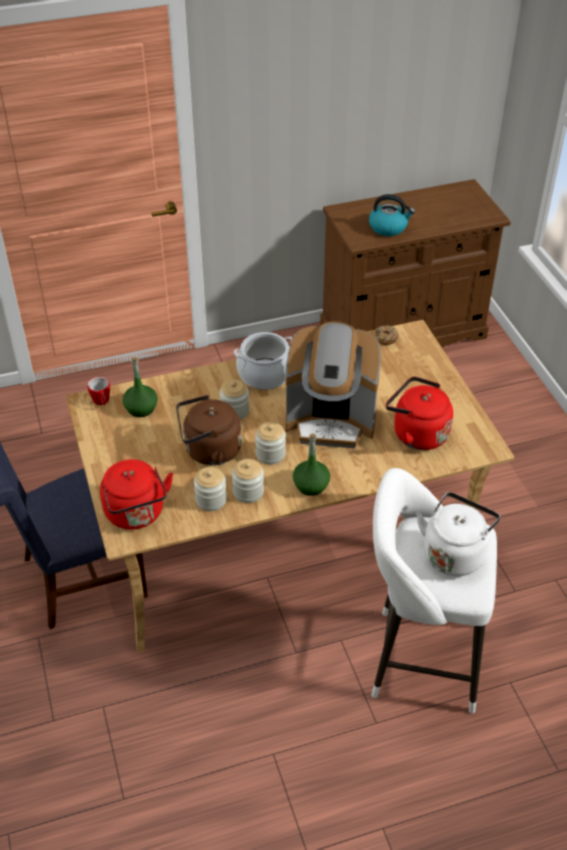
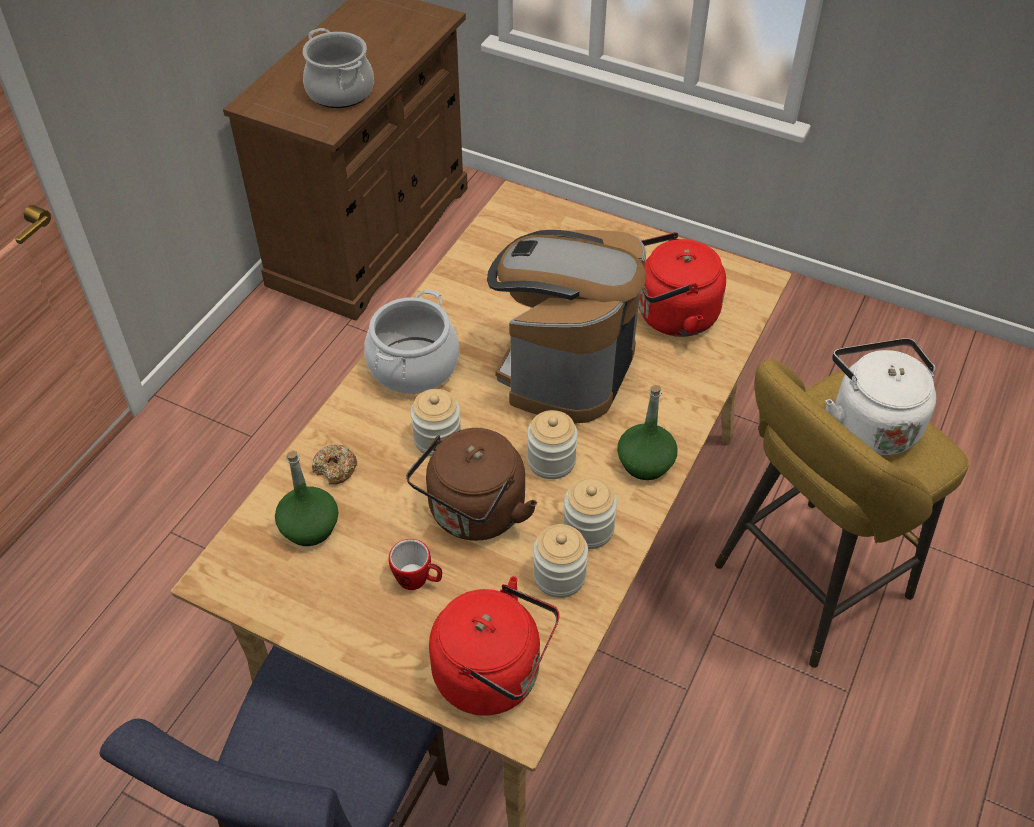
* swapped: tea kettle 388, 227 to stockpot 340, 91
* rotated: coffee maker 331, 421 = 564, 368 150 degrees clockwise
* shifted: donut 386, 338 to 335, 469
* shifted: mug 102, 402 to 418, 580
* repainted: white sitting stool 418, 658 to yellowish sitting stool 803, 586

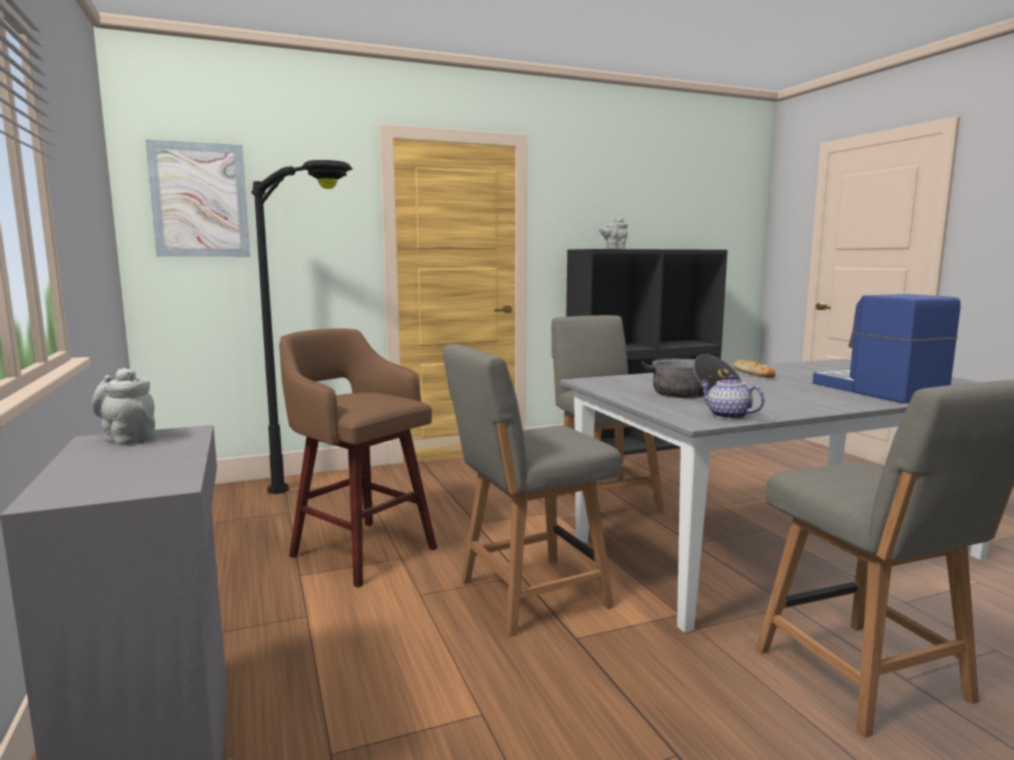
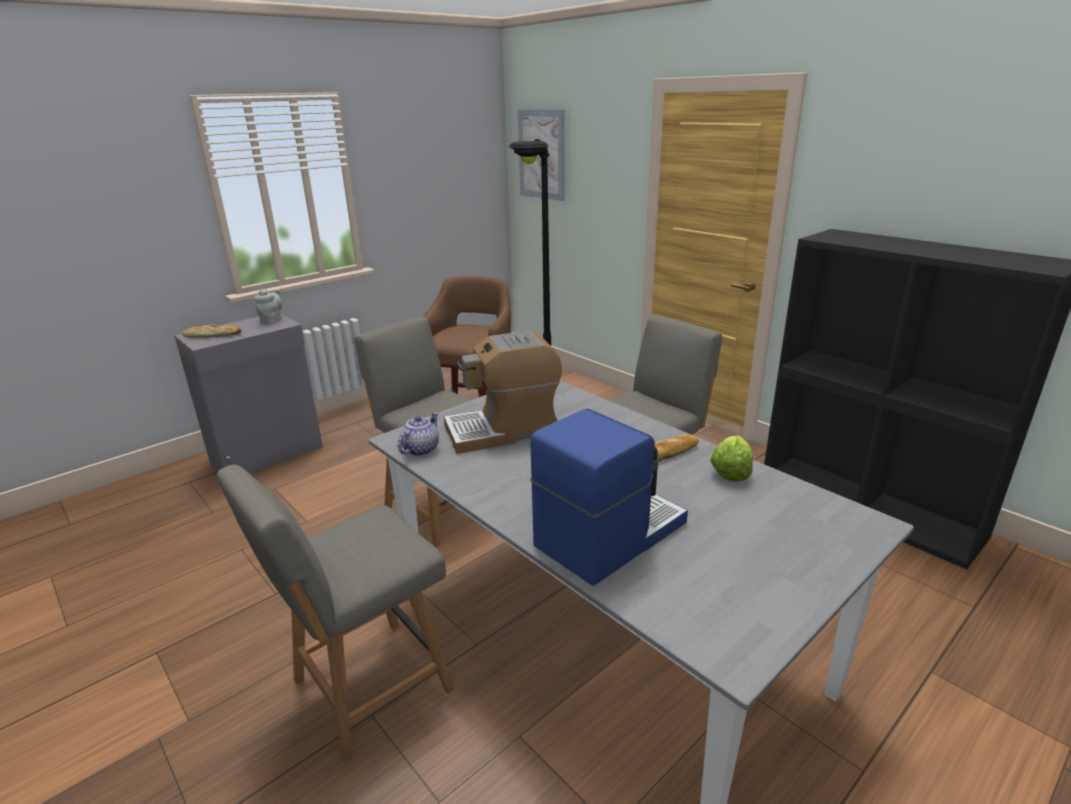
* gone: grey pot for tea 613, 248
* swapped: stockpot 693, 395 to coffee maker 504, 430
* new: bread 212, 335
* new: head of lettuce 730, 471

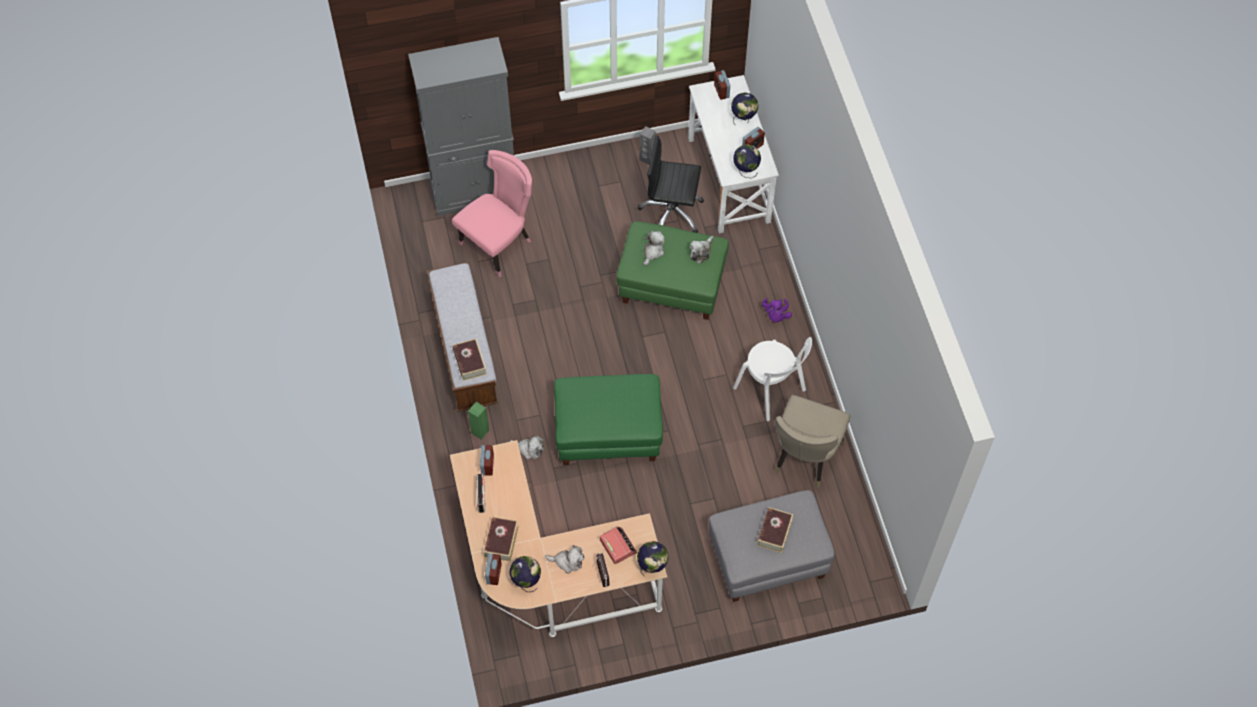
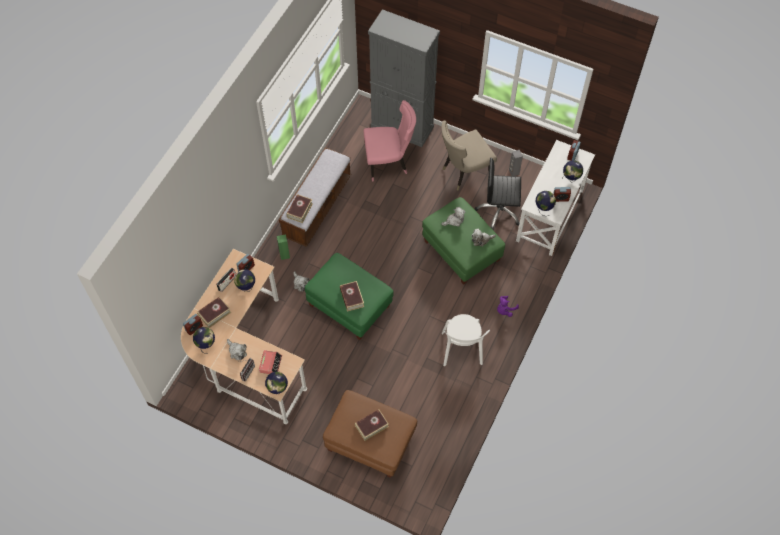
* rotated: black-coloured desk chair 671, 213 = 499, 211 45 degrees counterclockwise
* shifted: beige chair 804, 458 to 463, 173
* repainted: grey footrest 767, 558 to brown footrest 370, 442
* new: world globe 246, 287
* new: book 352, 298

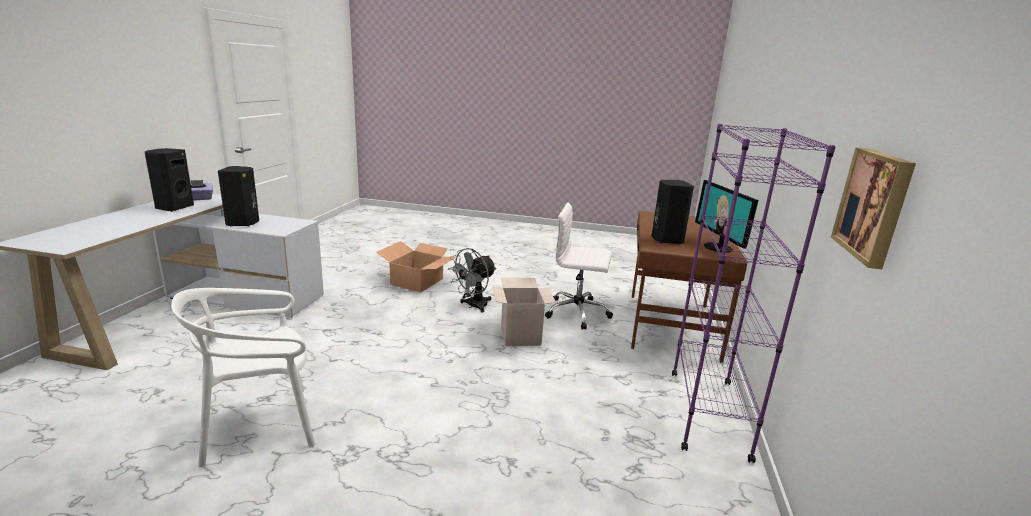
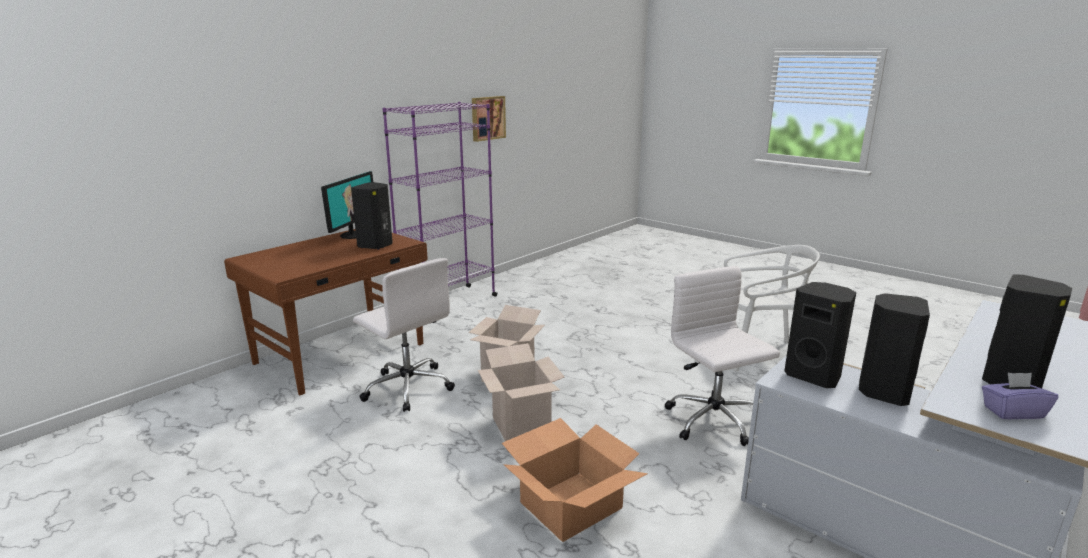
* swapped: grey fan 473, 306 to carton 521, 426
* new: white desk chair 715, 421
* new: black-coloured loudspeaker 814, 376

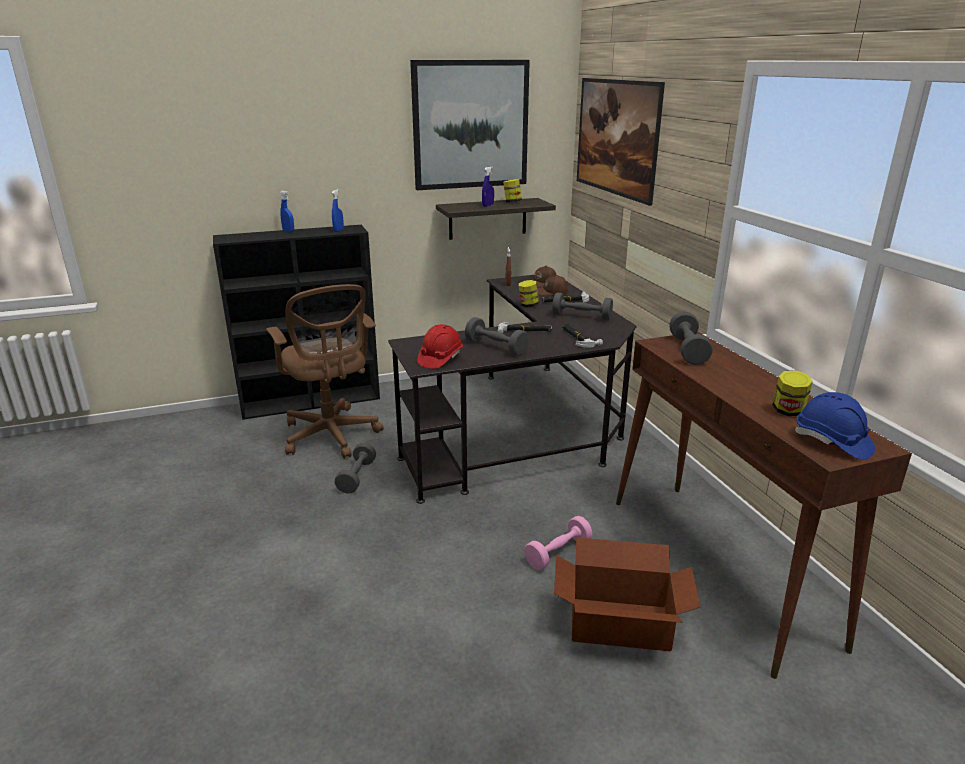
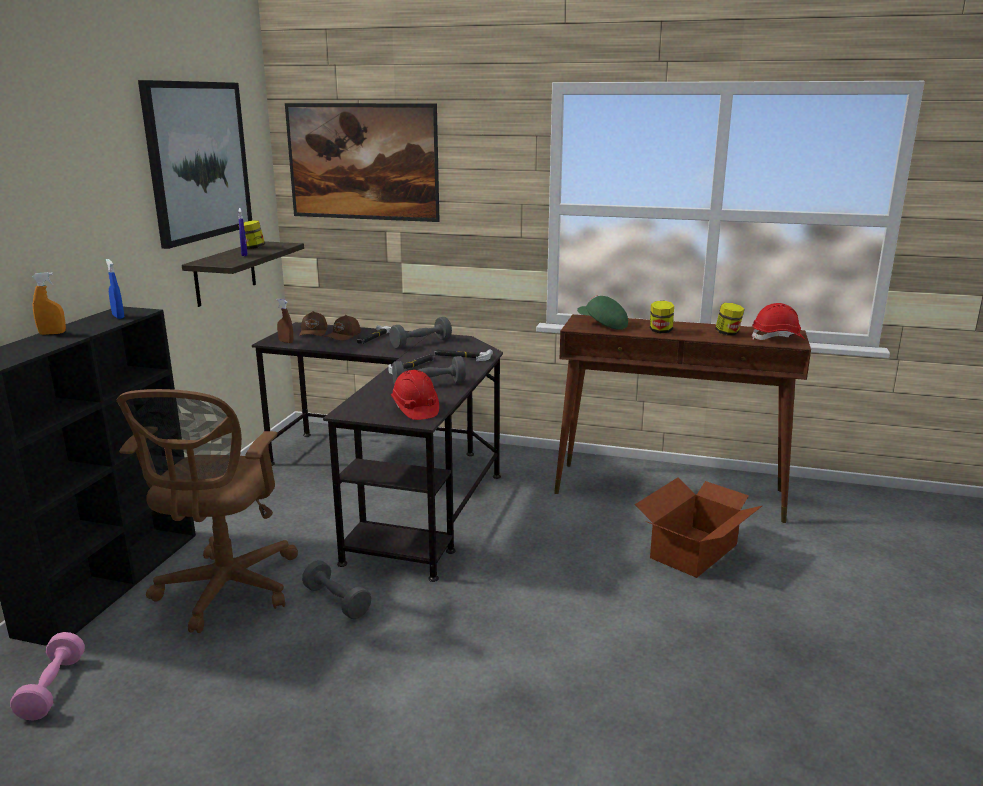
* repainted: bluish hand sprayer 288, 231 to orange hand sprayer 52, 333
* shifted: jar 528, 305 to 660, 331
* rotated: brown desk chair 331, 436 = 225, 592 90 degrees clockwise
* swapped: grey dumbbell 688, 350 to green peaked cap 602, 325
* repainted: bluish work helmet 832, 442 to reddish work helmet 777, 338
* shifted: pink-coloured dumbbell 558, 553 to 52, 688

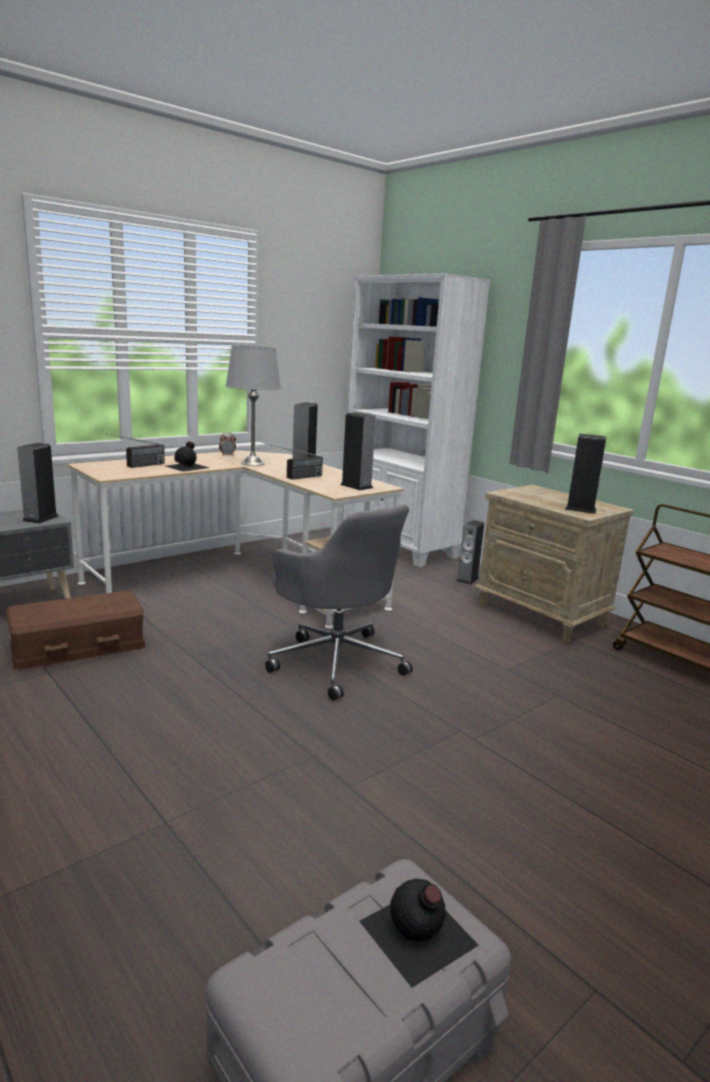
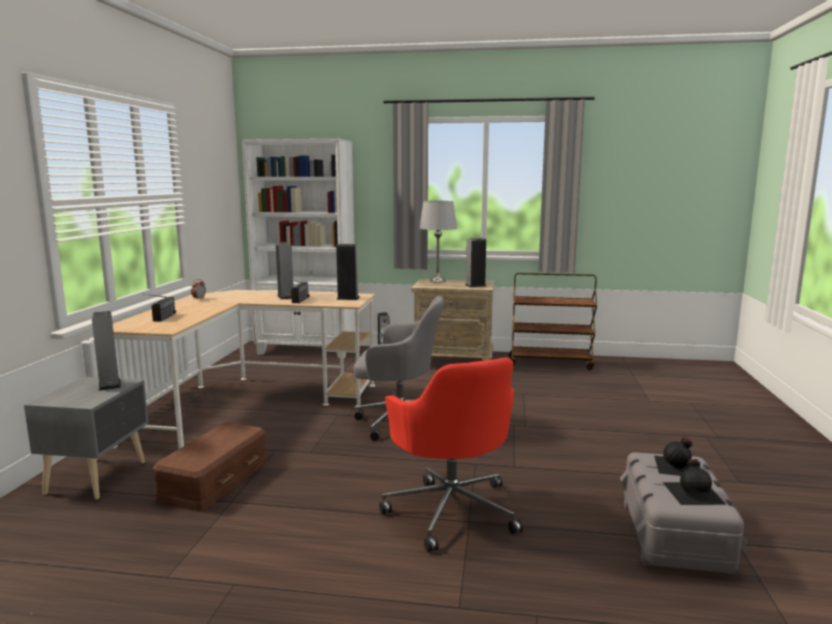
* shifted: grey lamp for a table 253, 463 to 438, 281
* shifted: black-coloured bottle 187, 466 to 693, 492
* new: reddish desk chair 451, 509

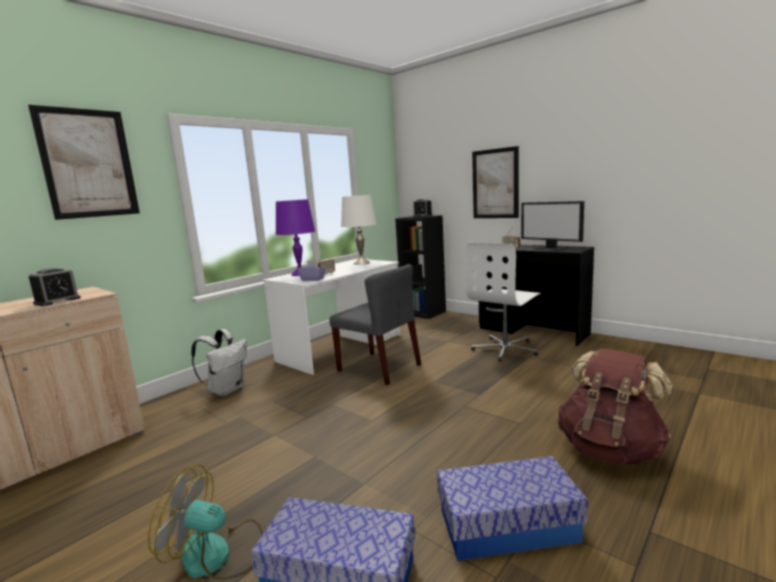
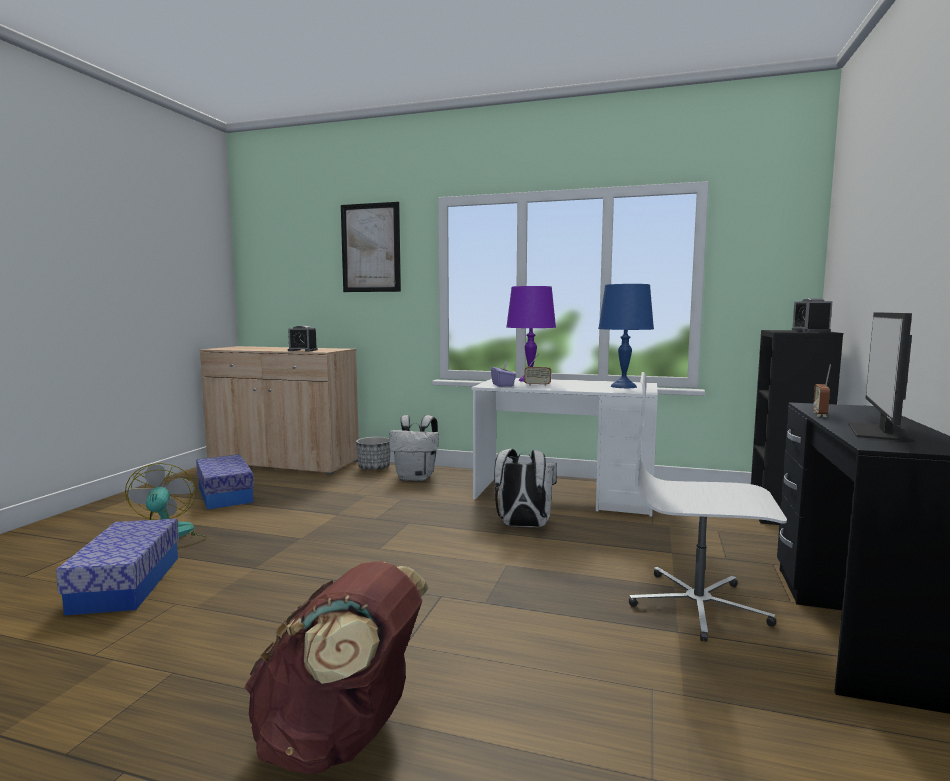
* gone: wall art 495, 184
* repainted: white lamp for a table 361, 263 to bluish lamp for a table 623, 386
* swapped: grey chair 379, 368 to white knapsack 523, 526
* shifted: storage container 507, 526 to 225, 495
* new: flower pot 374, 468

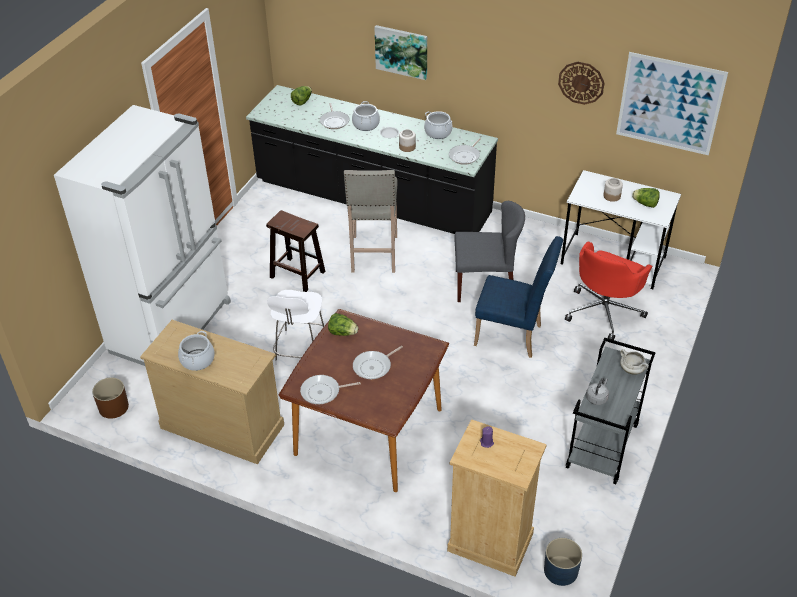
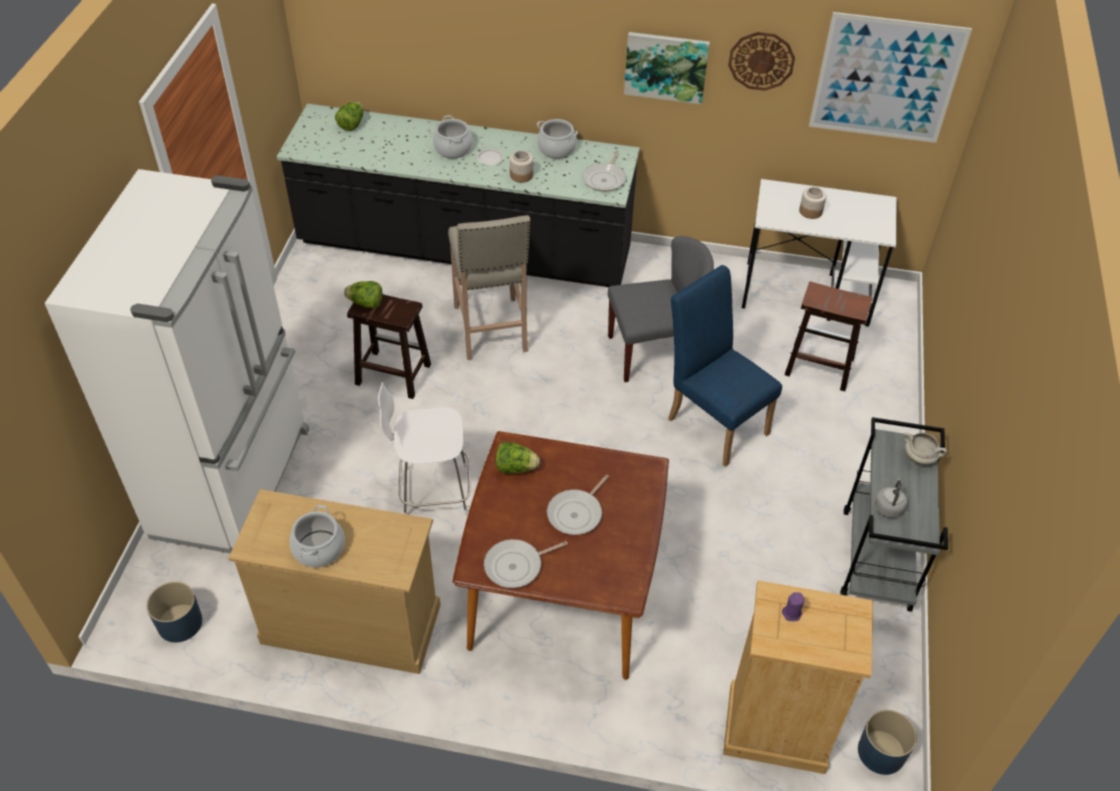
* shifted: wall art 402, 51 to 666, 66
* gone: frying pan 334, 121
* shifted: head of lettuce 645, 204 to 366, 303
* rotated: bluish chair 513, 336 = 713, 421 135 degrees counterclockwise
* swapped: reddish desk chair 604, 311 to brown sitting stool 818, 366
* rotated: white chair 301, 353 = 432, 491 90 degrees clockwise
* repainted: brown flower pot 113, 407 to bluish flower pot 179, 623

